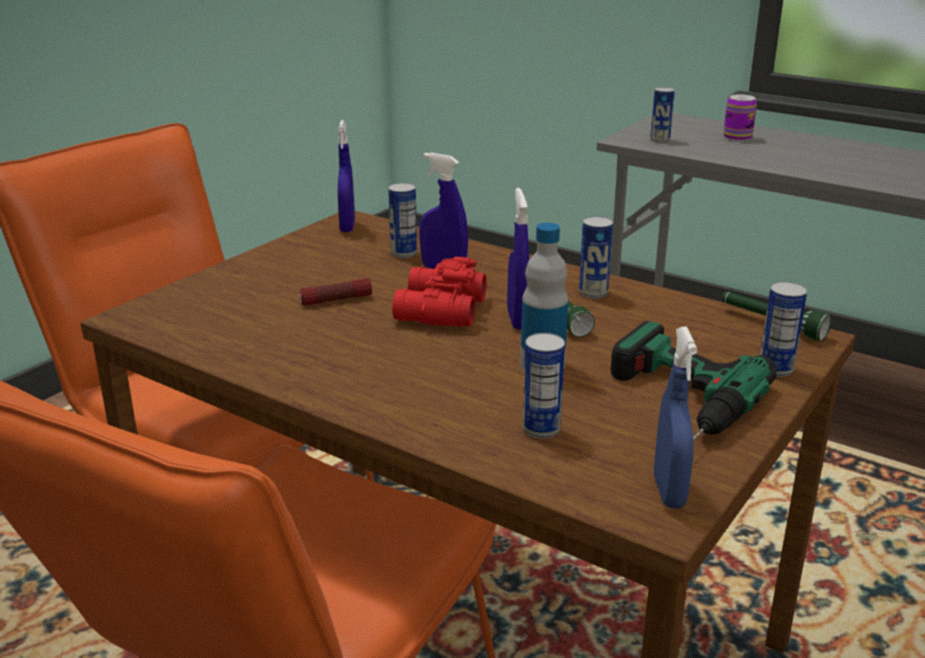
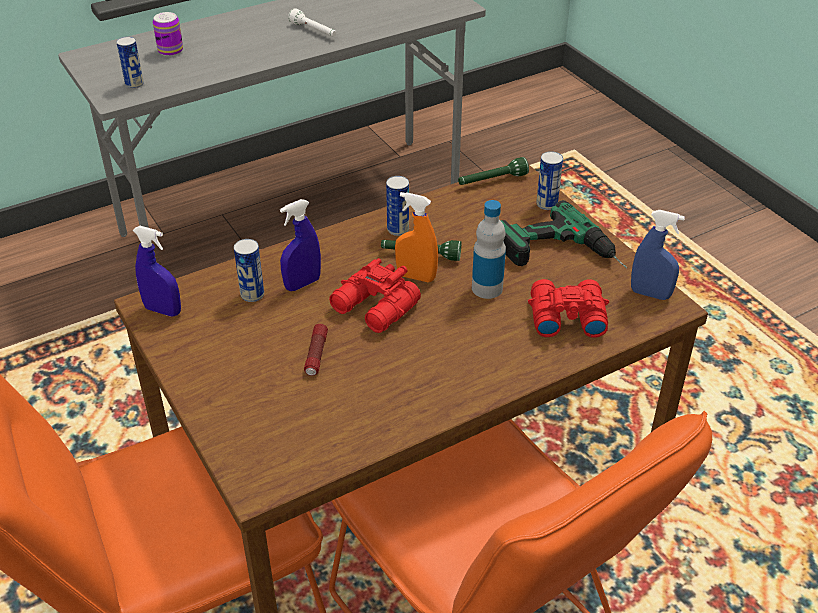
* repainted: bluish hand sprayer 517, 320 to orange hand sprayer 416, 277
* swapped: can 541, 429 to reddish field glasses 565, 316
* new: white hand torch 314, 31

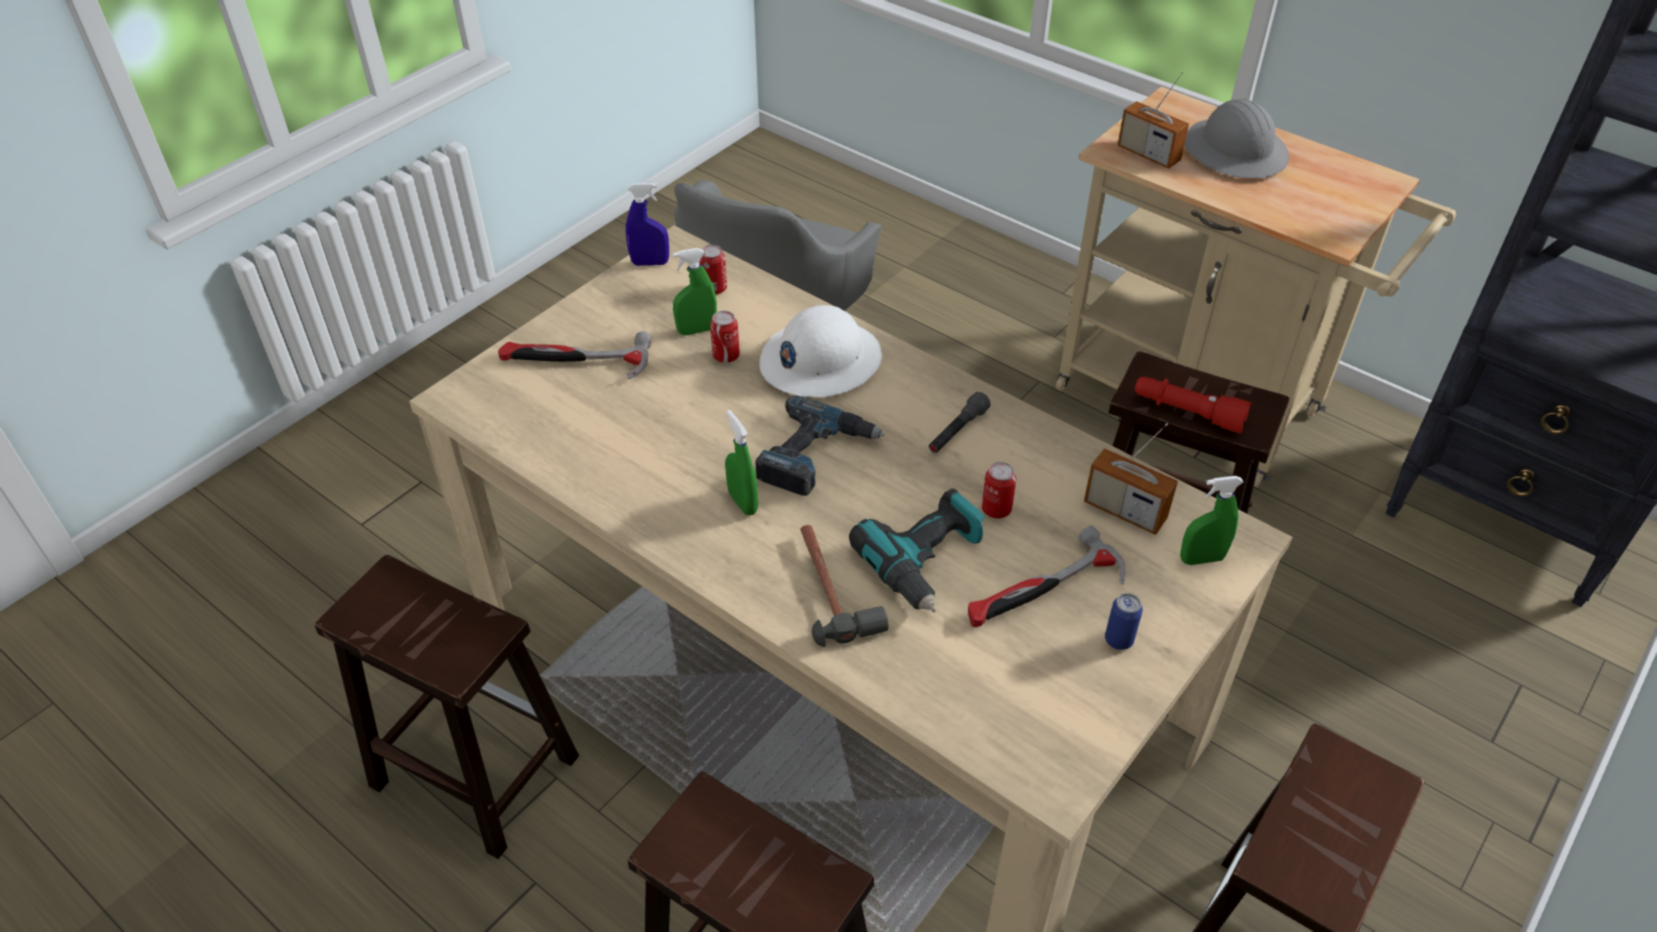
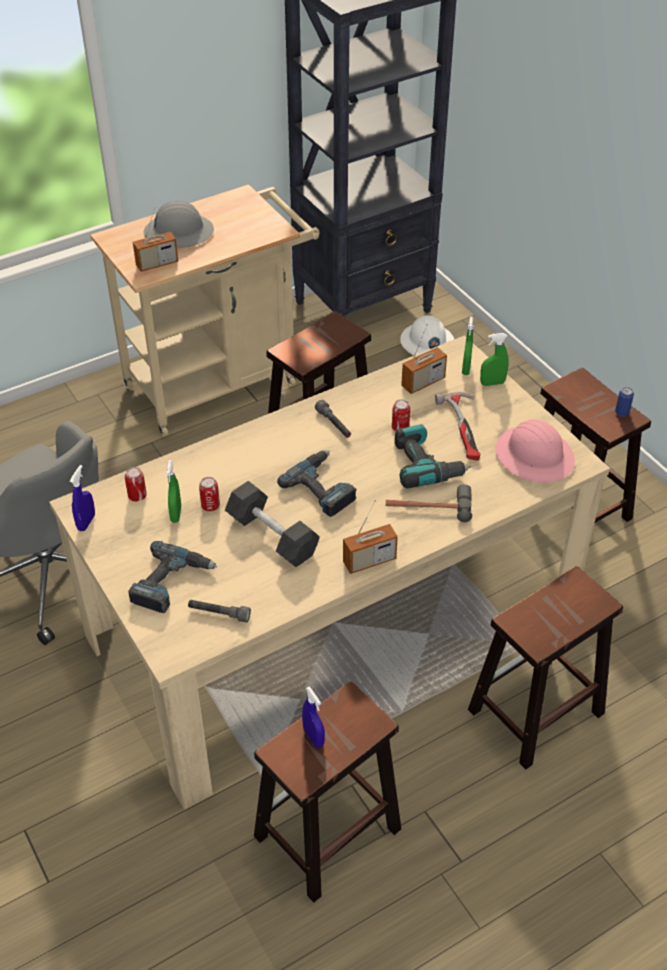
* shifted: white work helmet 820, 361 to 427, 343
* swapped: tool hammer 574, 362 to drill 171, 583
* gone: reddish hand torch 1187, 412
* shifted: green hand sprayer 743, 502 to 492, 383
* shifted: can 1118, 640 to 622, 412
* new: pink-coloured work helmet 534, 456
* new: black-coloured dumbbell 272, 536
* new: radio 369, 561
* new: grey hand torch 219, 614
* new: bluish hand sprayer 313, 737

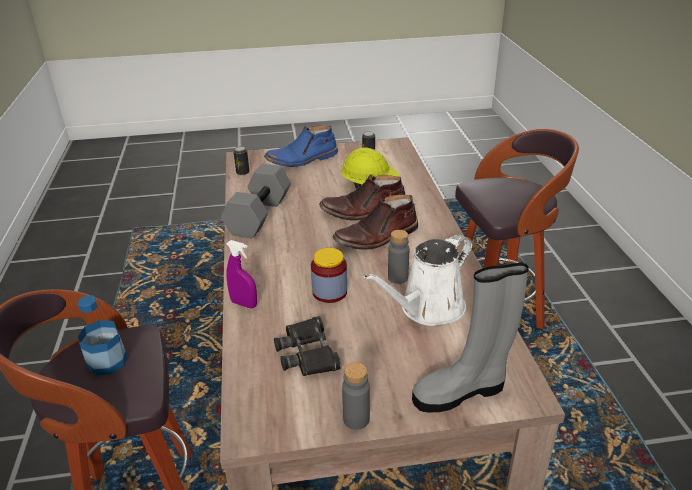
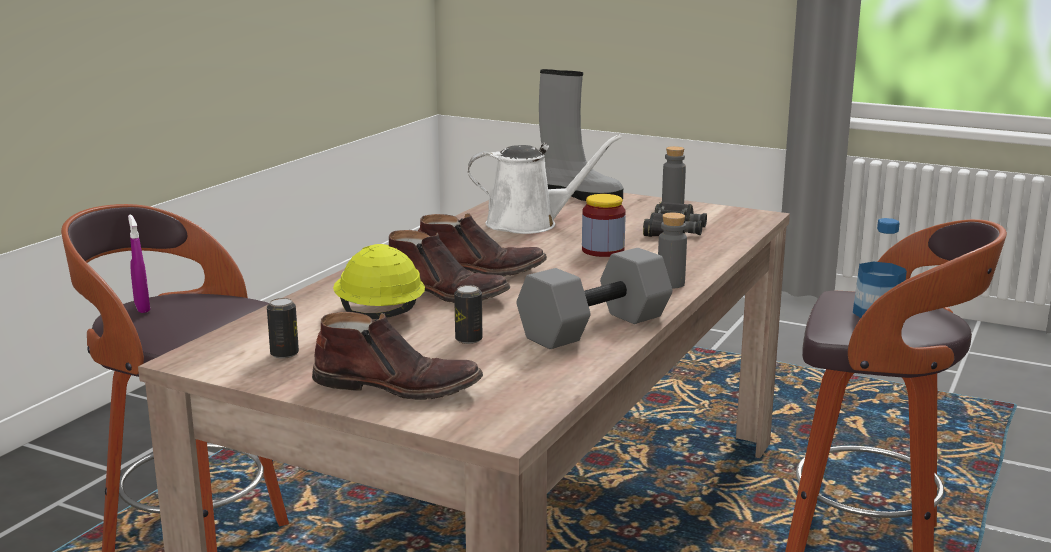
* repainted: bluish tall boot 302, 159 to brown tall boot 398, 386
* shifted: can 242, 172 to 468, 339
* shifted: grey bottle 398, 278 to 670, 284
* shifted: purple-coloured hand sprayer 244, 304 to 142, 308

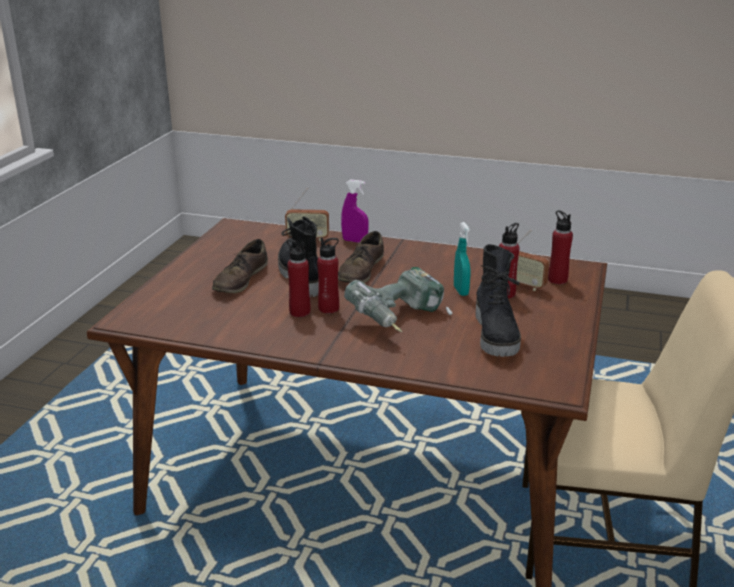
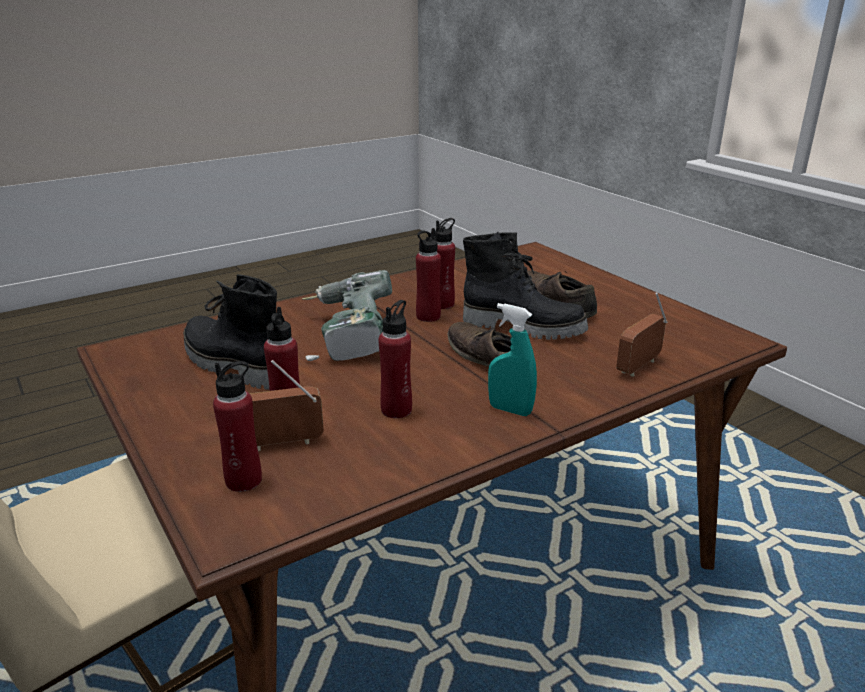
* gone: purple-coloured hand sprayer 355, 241
* shifted: turquoise-coloured hand sprayer 461, 291 to 510, 410
* new: reddish bottle 396, 410

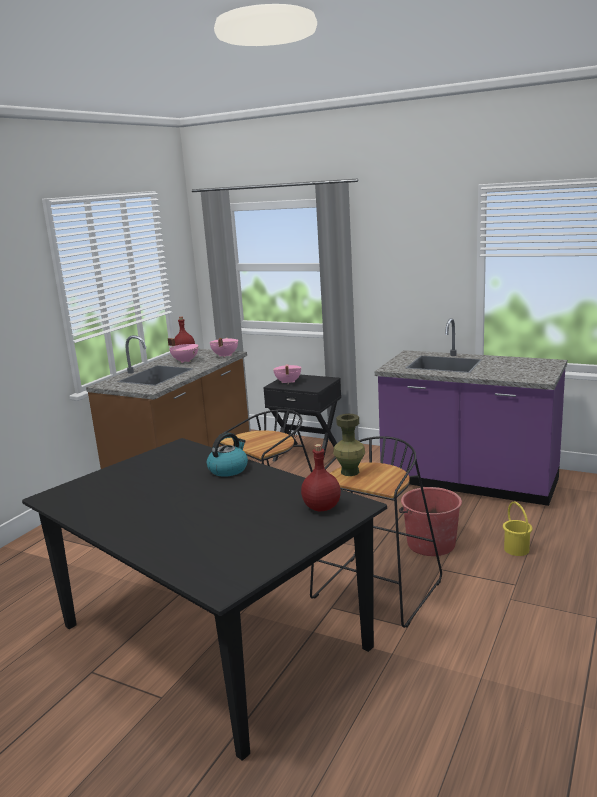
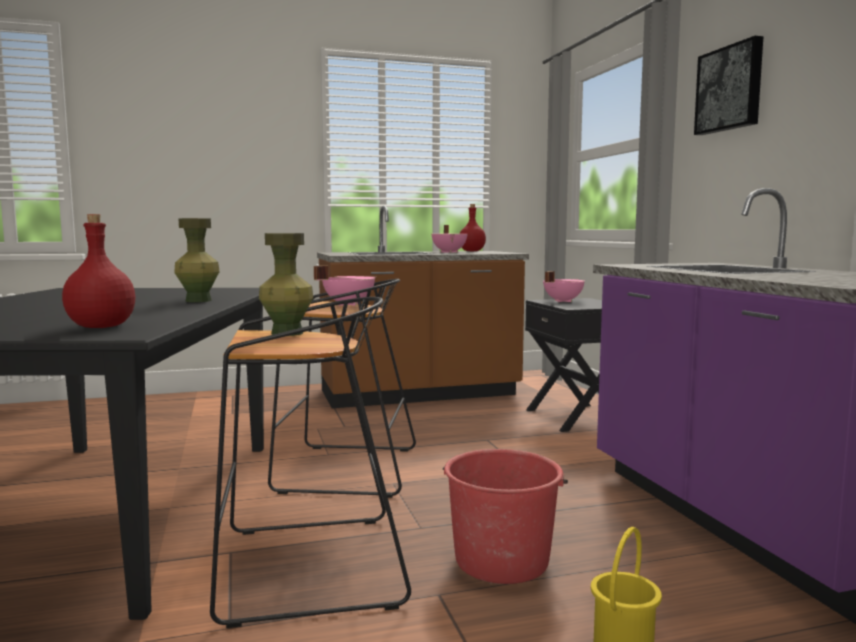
* shifted: pink-coloured stockpot 224, 356 to 348, 304
* swapped: tea kettle 228, 469 to green flower vase 198, 300
* new: wall art 730, 89

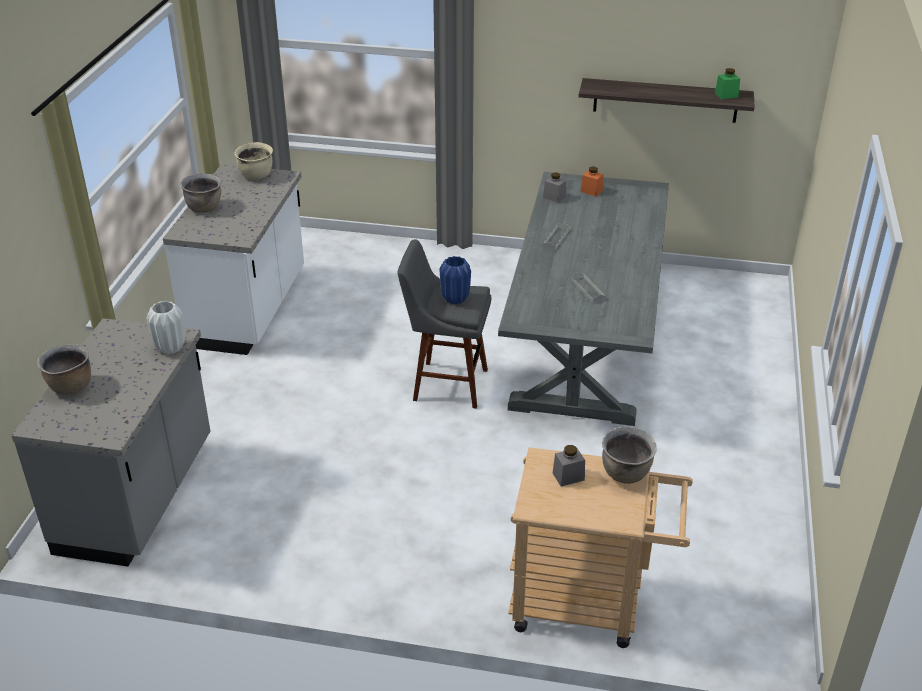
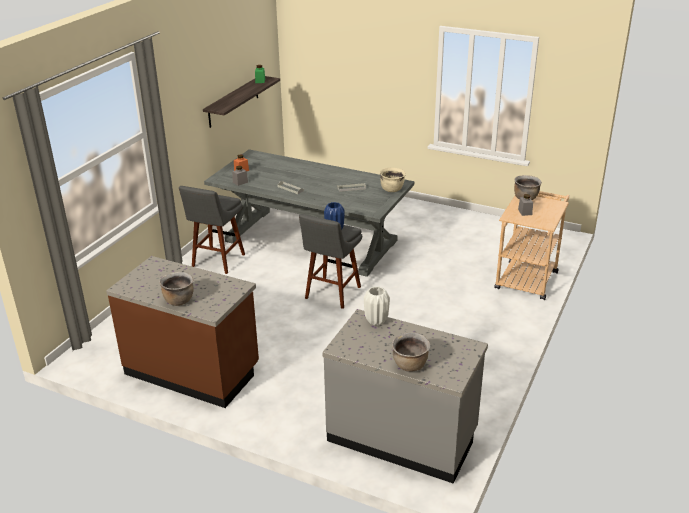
* shifted: beige stockpot 256, 176 to 392, 189
* repainted: white counter 249, 310 to brown counter 193, 370
* new: grey sitting stool 217, 262

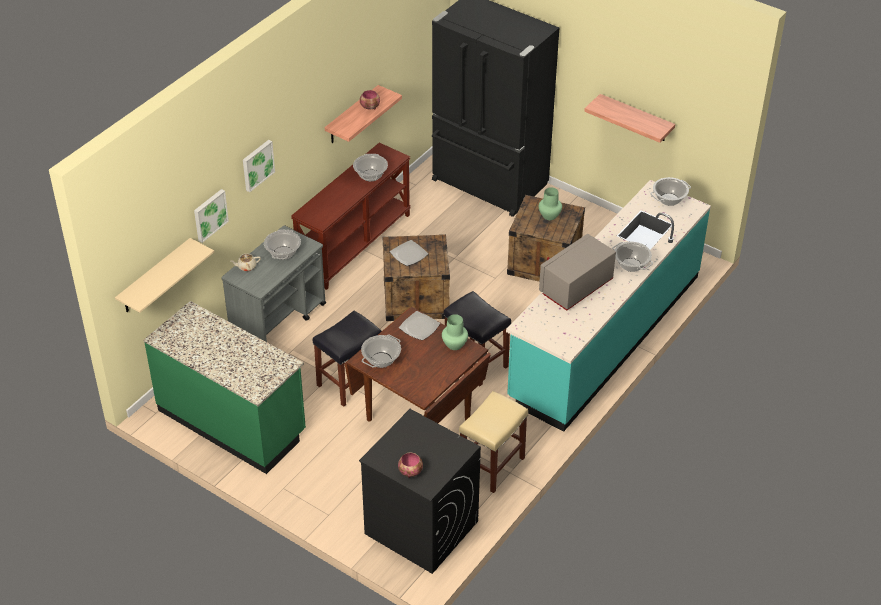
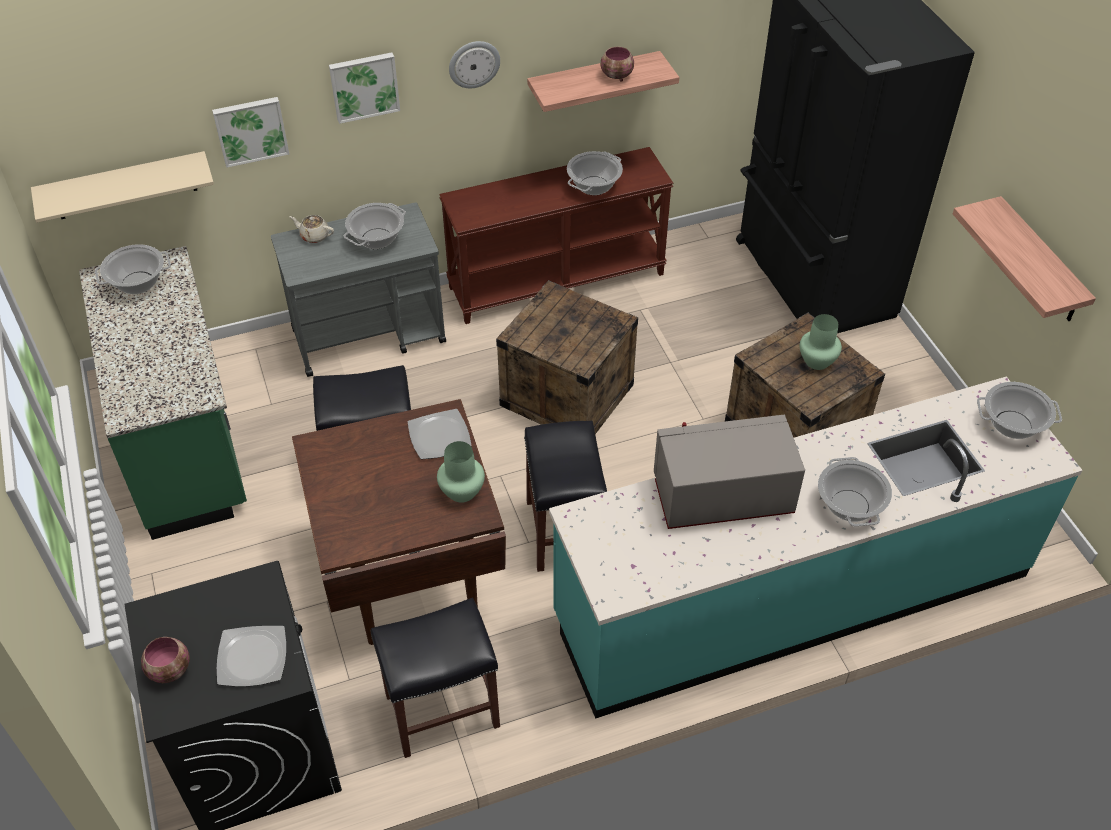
* shifted: plate 409, 254 to 253, 657
* shifted: stockpot 381, 360 to 138, 283
* repainted: beige sitting stool 491, 466 to black-coloured sitting stool 441, 711
* new: clock on the wall 474, 64

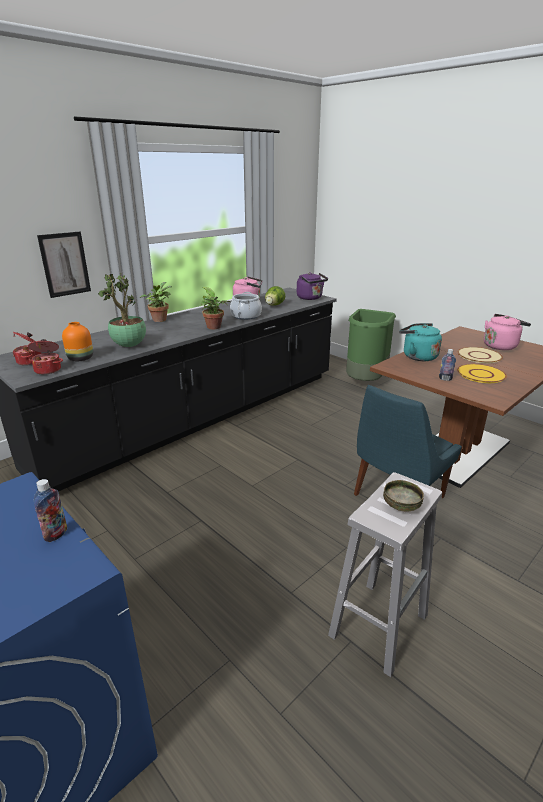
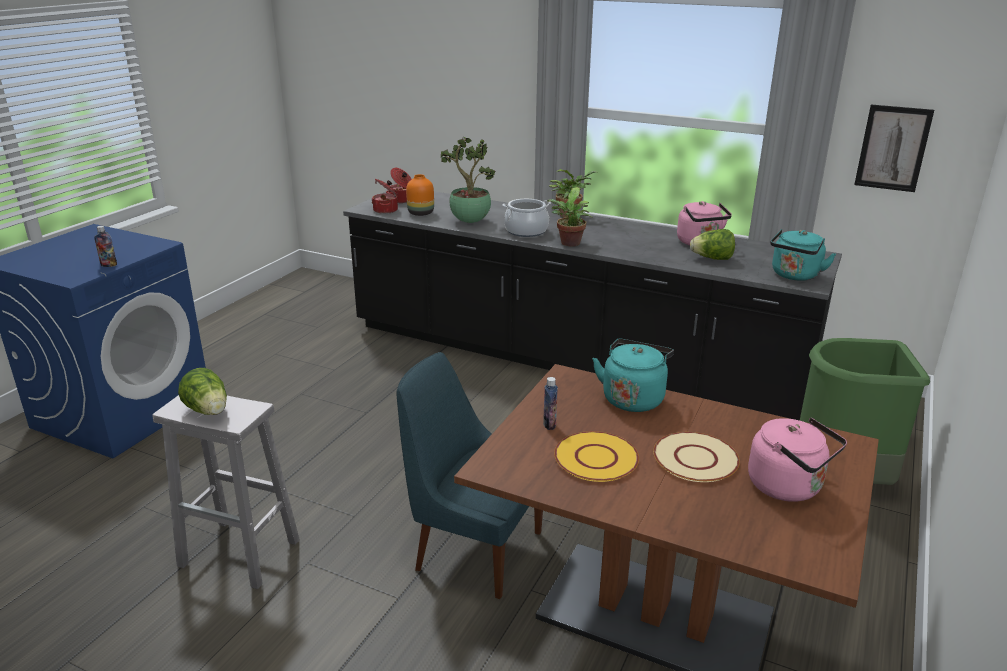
* shifted: wall art 65, 264 to 893, 148
* repainted: purple-coloured tea kettle 310, 298 to turquoise-coloured tea kettle 794, 276
* shifted: stockpot 245, 316 to 526, 231
* swapped: deep dish 400, 506 to head of lettuce 209, 411

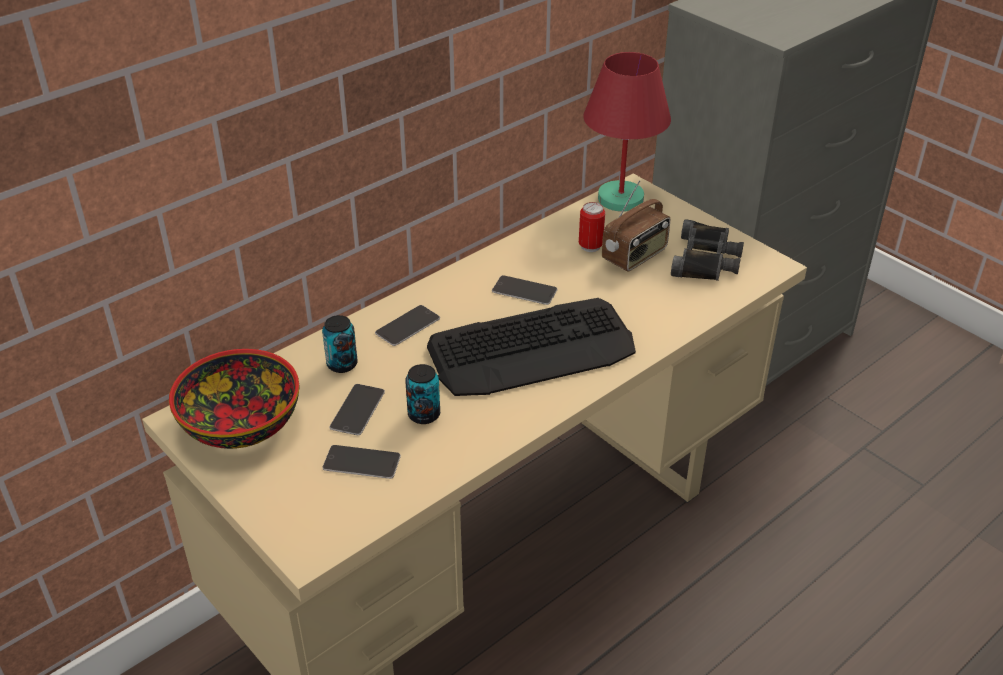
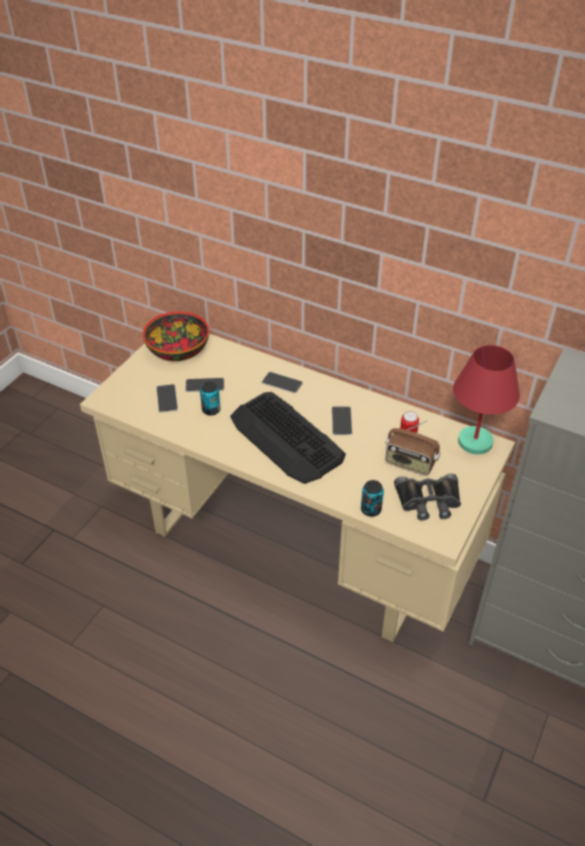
* shifted: can 342, 364 to 371, 509

